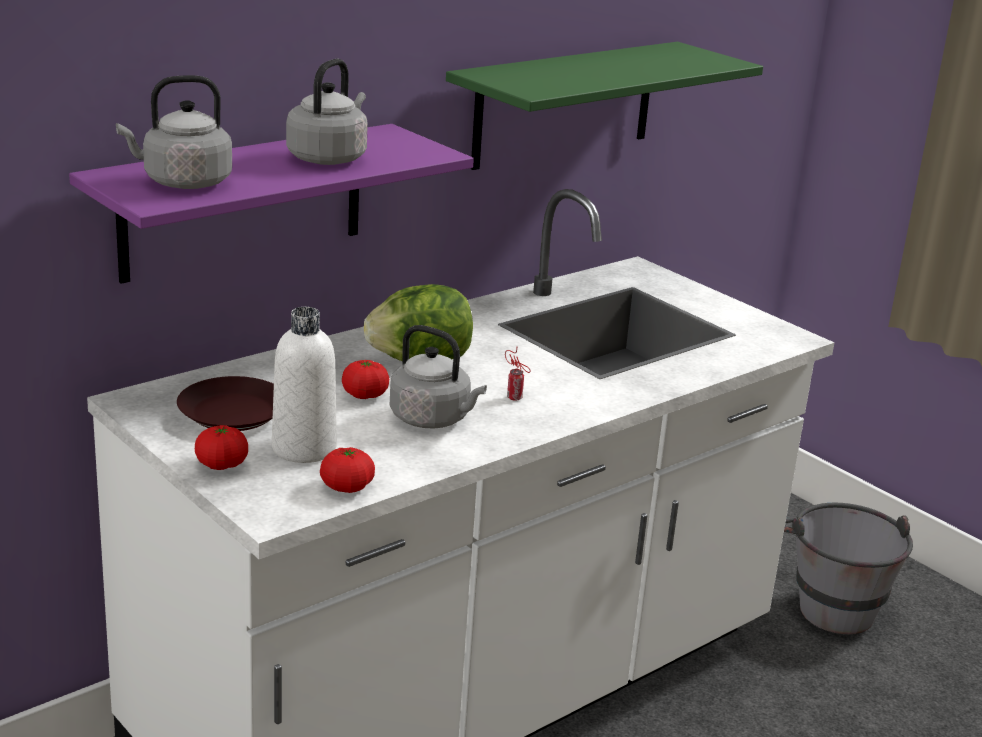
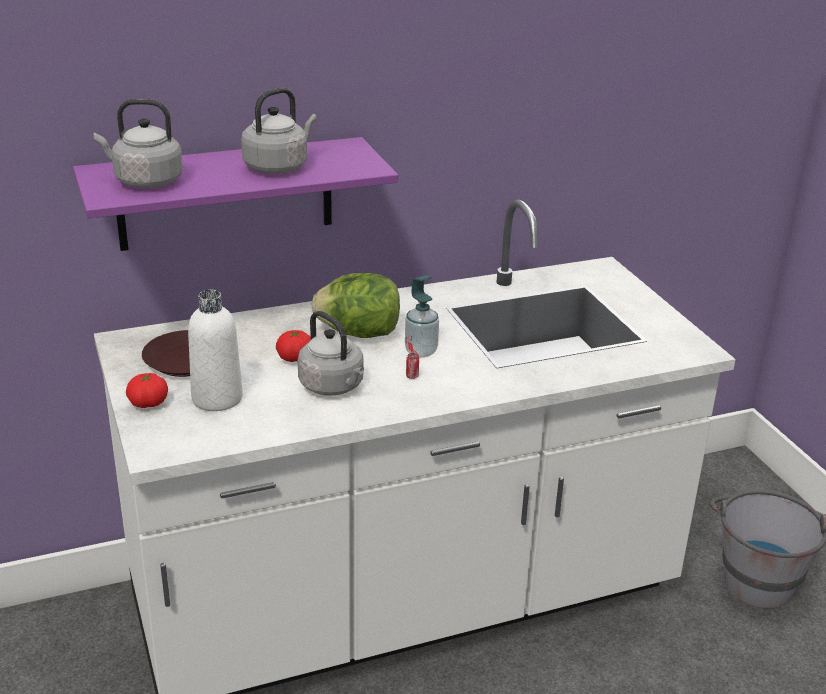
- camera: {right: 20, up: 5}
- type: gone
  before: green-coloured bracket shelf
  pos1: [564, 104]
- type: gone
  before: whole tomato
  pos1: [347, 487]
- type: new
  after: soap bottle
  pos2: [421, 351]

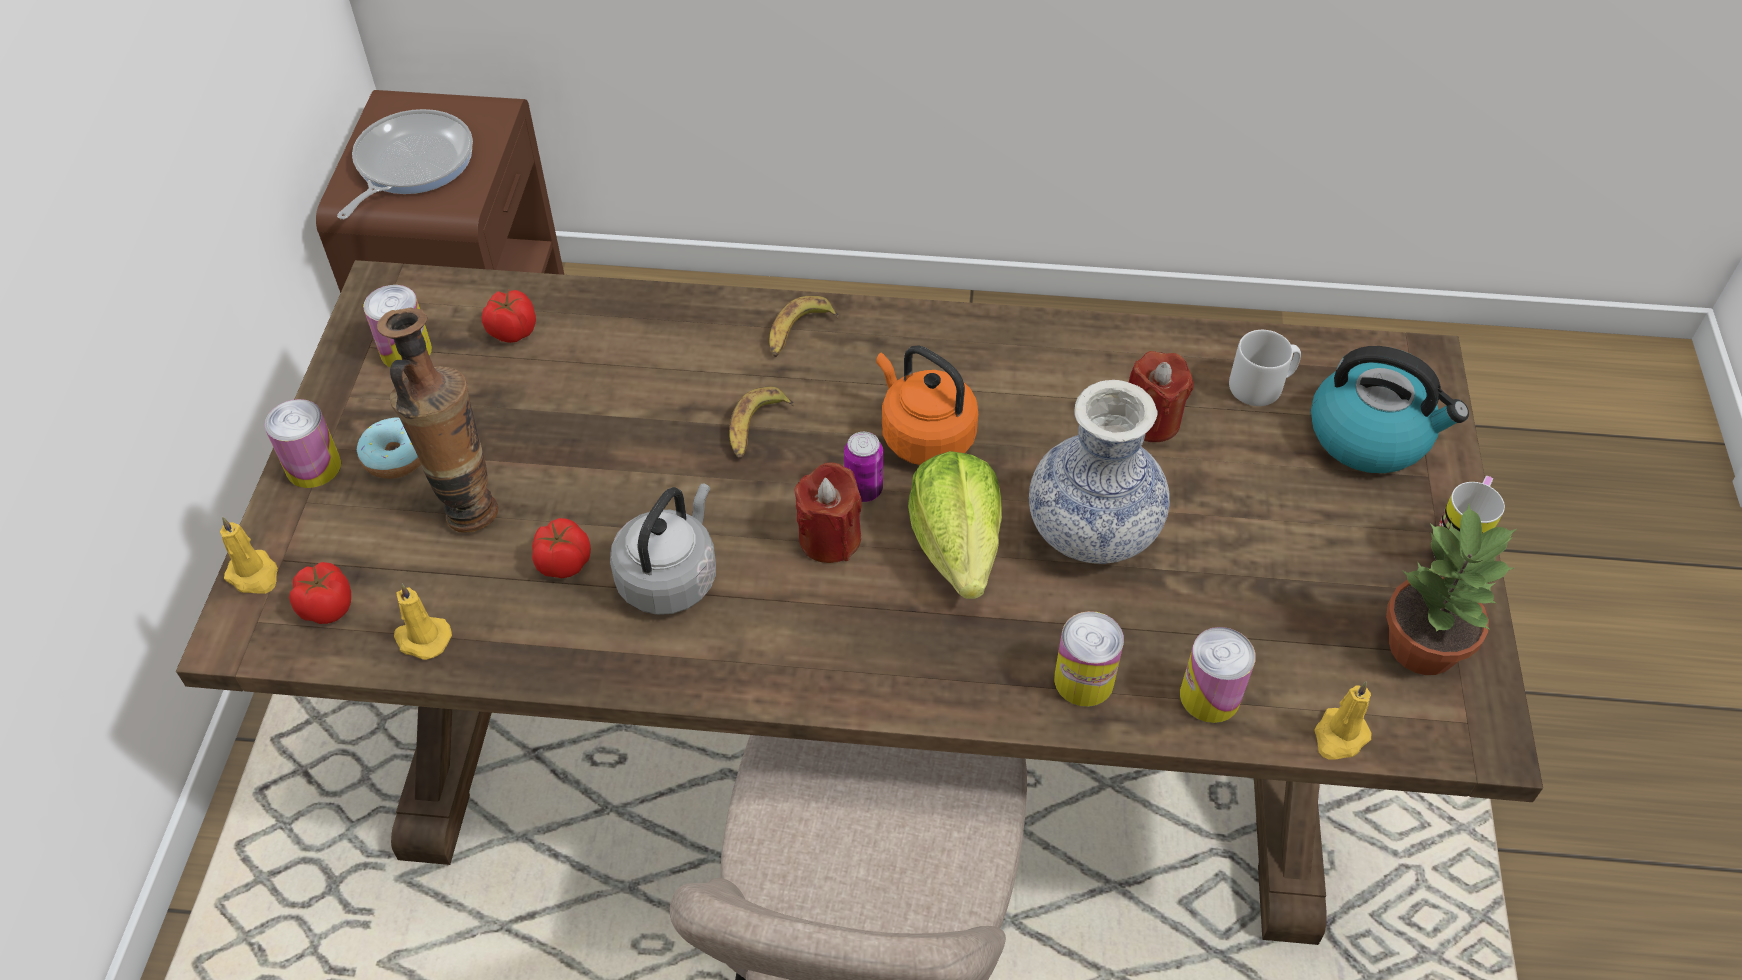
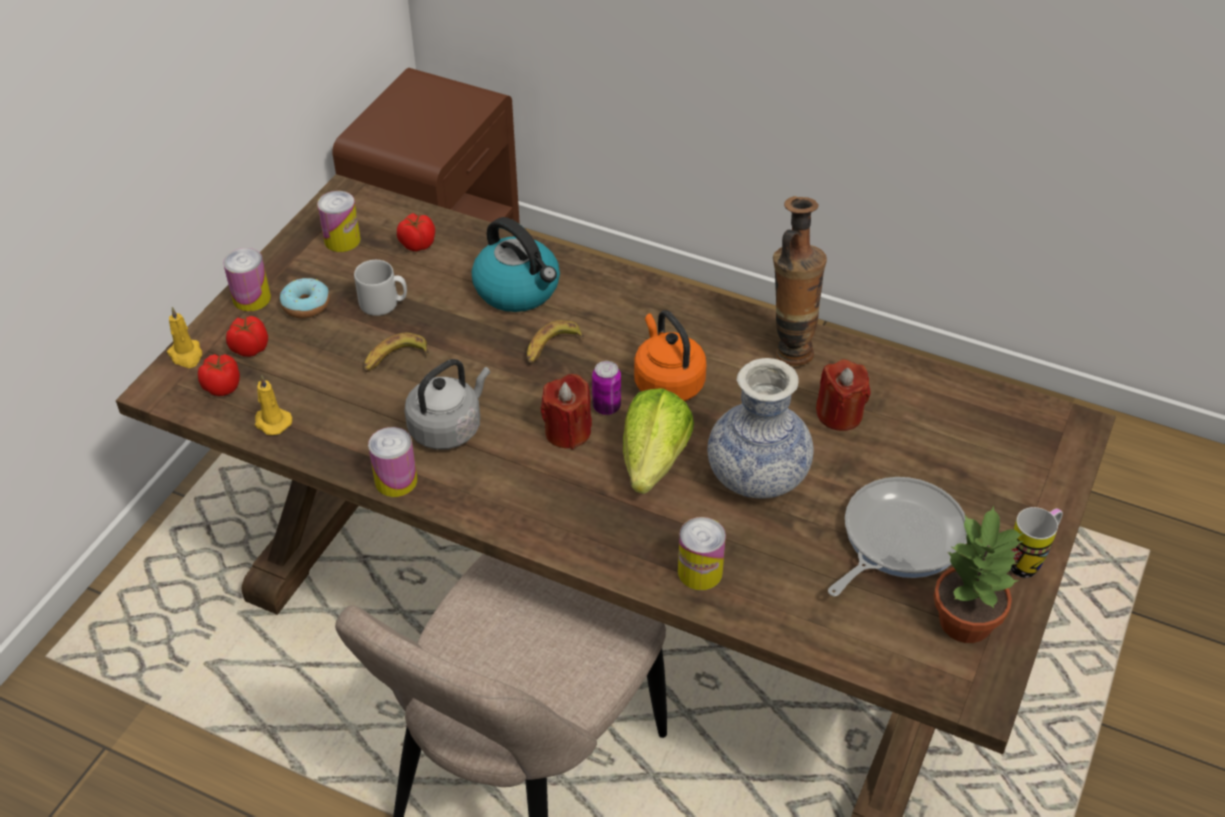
- camera: {right: 20, up: -5}
- type: shifted
  before: frying pan
  pos1: [410, 164]
  pos2: [897, 538]
- type: shifted
  before: whole banana
  pos1: [798, 332]
  pos2: [395, 359]
- type: shifted
  before: flower vase
  pos1: [466, 504]
  pos2: [791, 348]
- type: shifted
  before: greyish mug
  pos1: [1261, 386]
  pos2: [384, 303]
- type: shifted
  before: kettle
  pos1: [1370, 436]
  pos2: [518, 289]
- type: shifted
  before: whole tomato
  pos1: [563, 563]
  pos2: [249, 348]
- type: shifted
  before: metal can
  pos1: [1210, 696]
  pos2: [396, 480]
- type: gone
  before: yellow wax light
  pos1: [1339, 736]

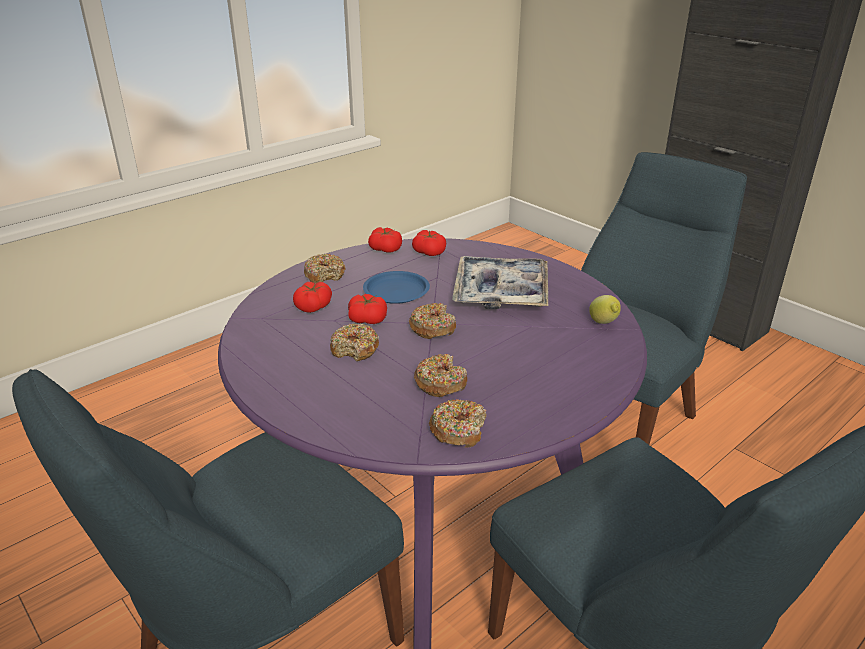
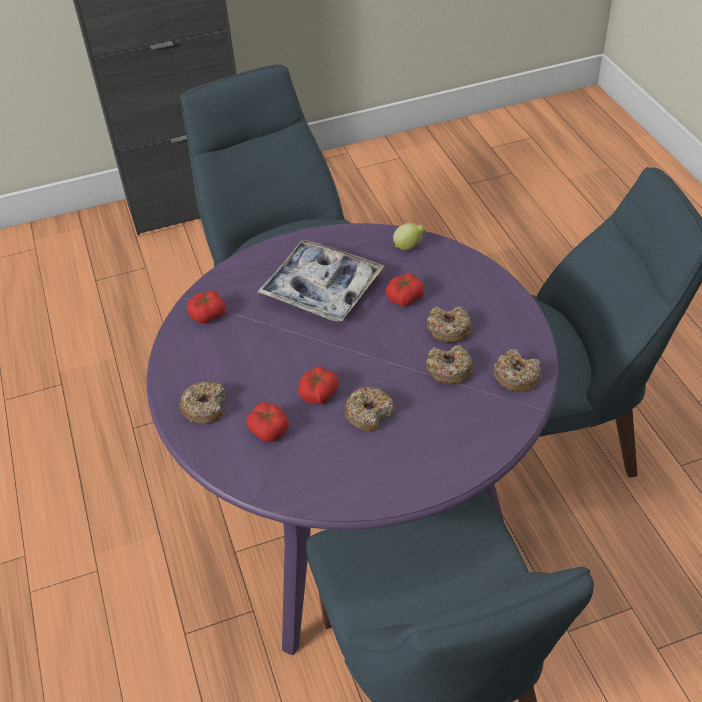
- camera: {right: -65, up: 15}
- type: shifted
  before: whole tomato
  pos1: [385, 249]
  pos2: [404, 297]
- type: gone
  before: blue flat dish
  pos1: [396, 291]
- type: shifted
  before: donut
  pos1: [432, 328]
  pos2: [448, 329]

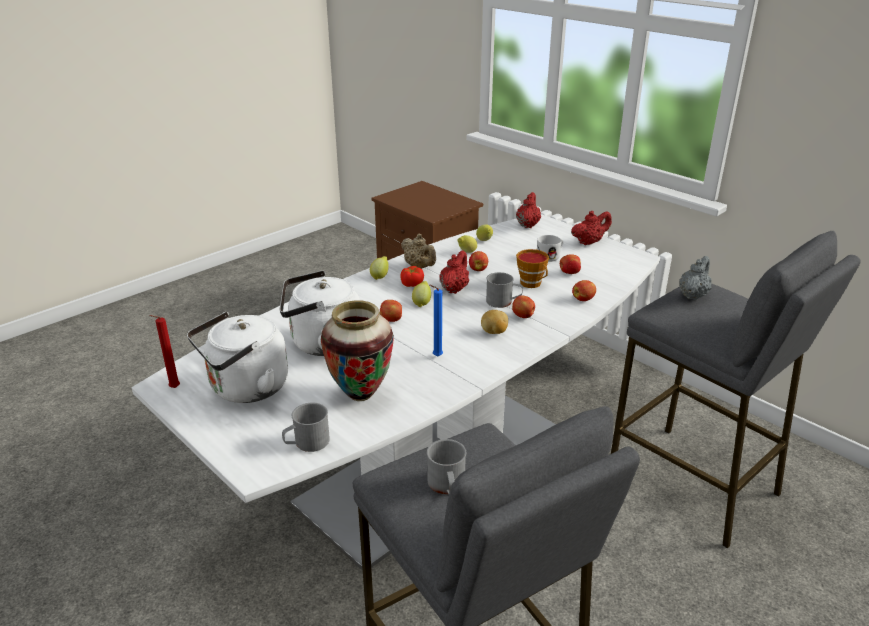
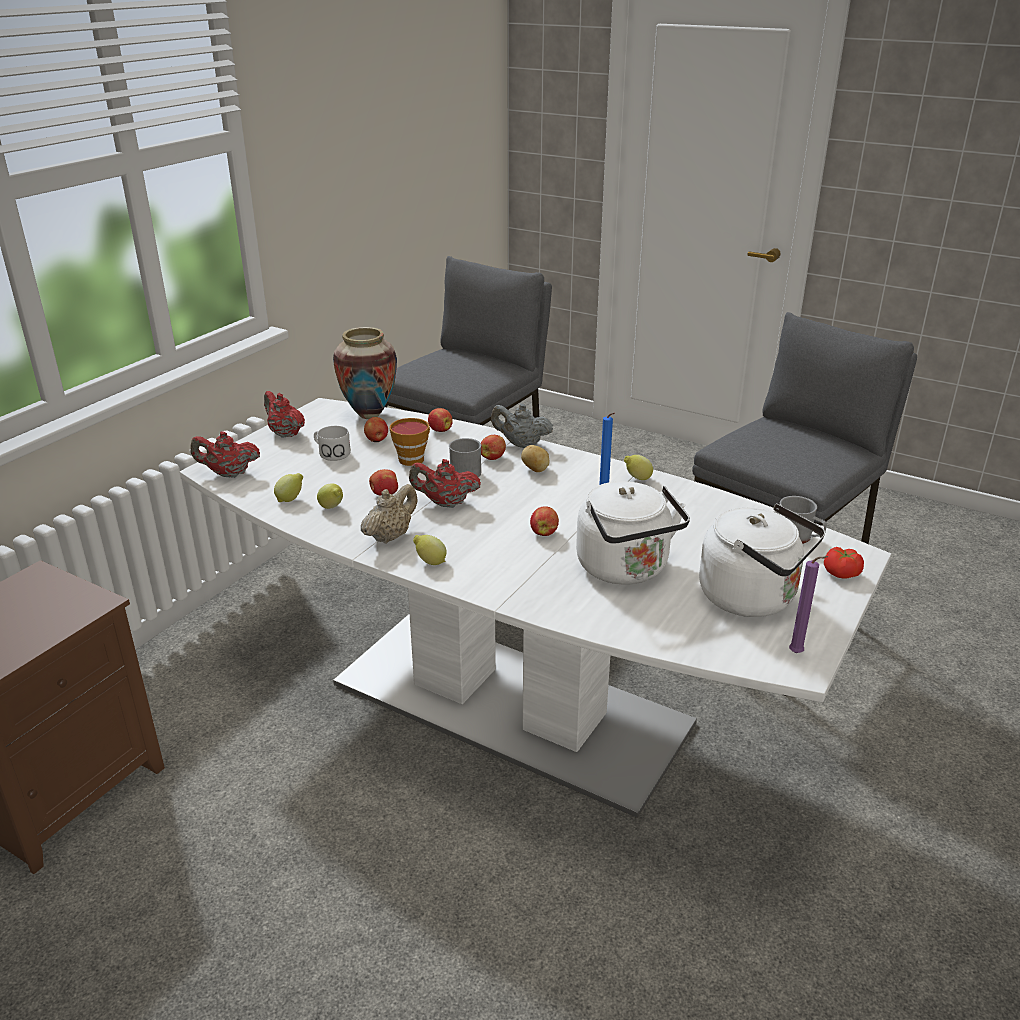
- camera: {right: -105, up: 0}
- type: shifted
  before: greyish teapot
  pos1: [693, 295]
  pos2: [521, 444]
- type: shifted
  before: whole tomato
  pos1: [411, 283]
  pos2: [841, 574]
- type: shifted
  before: citrus fruit
  pos1: [422, 303]
  pos2: [637, 478]
- type: shifted
  before: flower vase
  pos1: [360, 394]
  pos2: [369, 415]
- type: repainted
  before: red wax light
  after: purplish wax light
  pos1: [173, 388]
  pos2: [798, 654]
- type: gone
  before: greyish mug
  pos1: [447, 486]

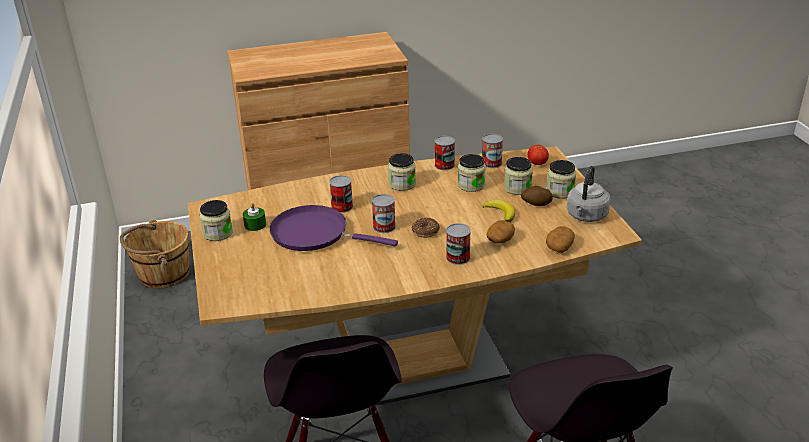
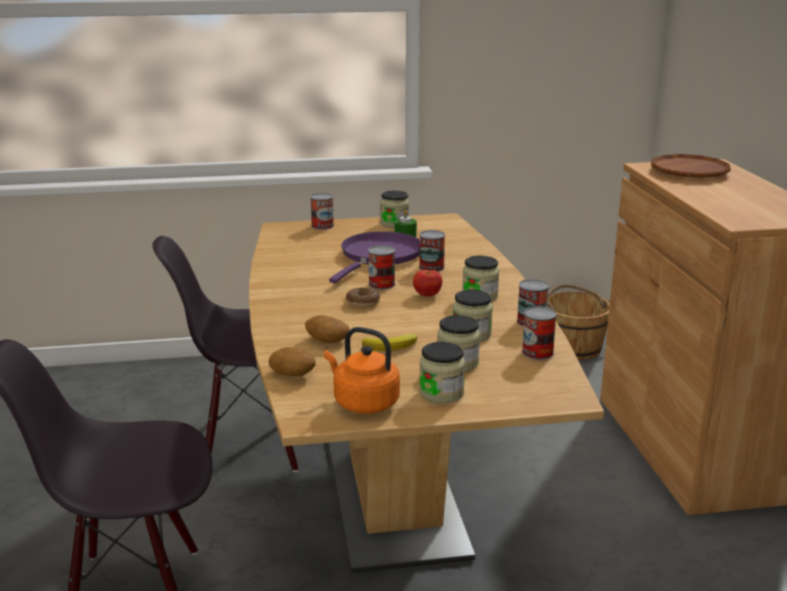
- camera: {right: 95, up: -10}
- type: shifted
  before: whole tomato
  pos1: [537, 164]
  pos2: [427, 295]
- type: repainted
  before: greyish kettle
  after: orange kettle
  pos1: [586, 216]
  pos2: [363, 403]
- type: gone
  before: potato
  pos1: [536, 204]
- type: shifted
  before: metal can
  pos1: [458, 257]
  pos2: [322, 226]
- type: new
  after: brownish flat dish
  pos2: [689, 172]

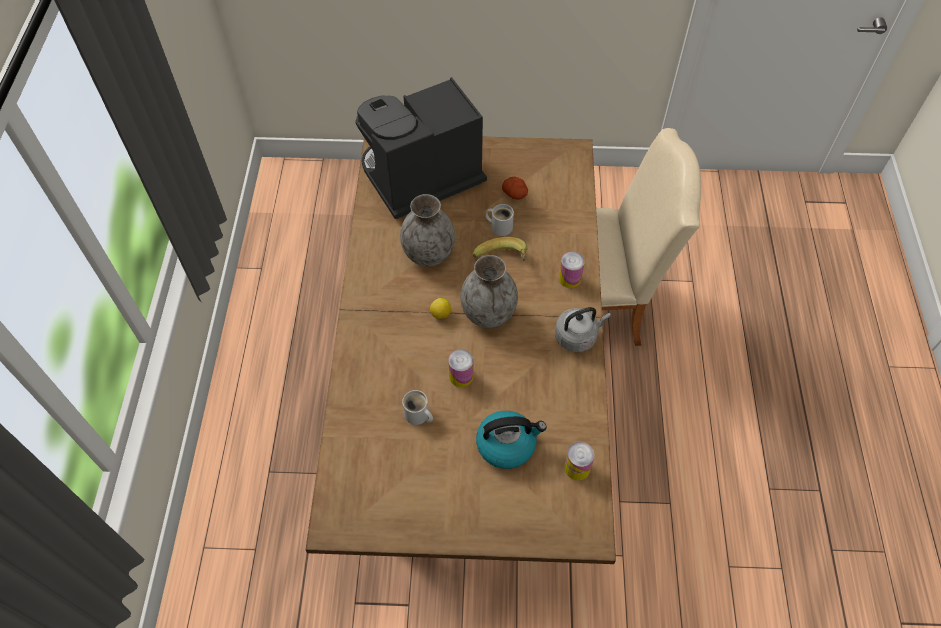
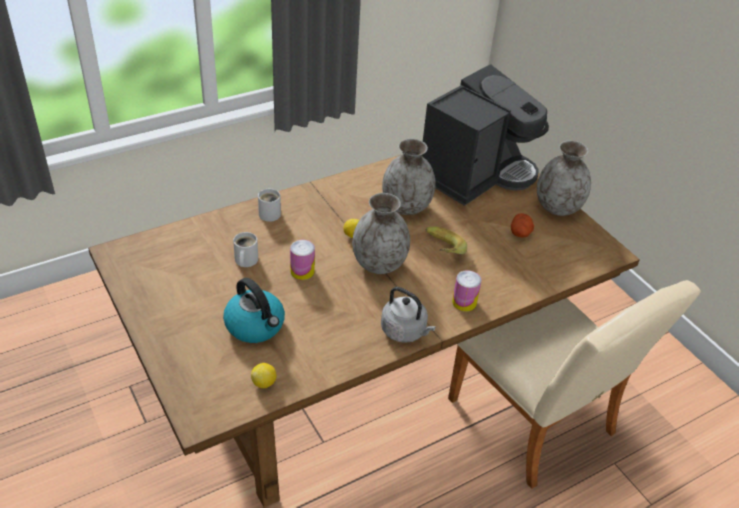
- camera: {right: 55, up: -15}
- type: rotated
  before: coffee maker
  pos1: [420, 179]
  pos2: [475, 173]
  turn: 105
- type: shifted
  before: white mug
  pos1: [500, 226]
  pos2: [270, 213]
- type: swapped
  before: metal can
  after: citrus fruit
  pos1: [577, 468]
  pos2: [264, 383]
- type: new
  after: greyish flower vase
  pos2: [557, 207]

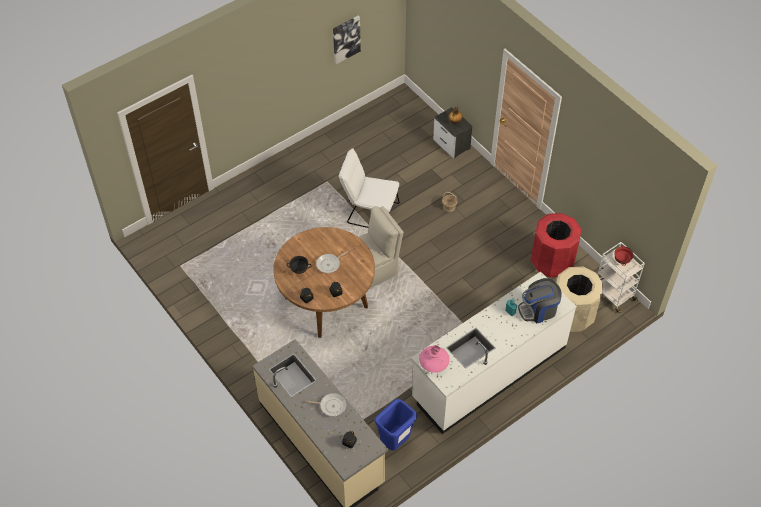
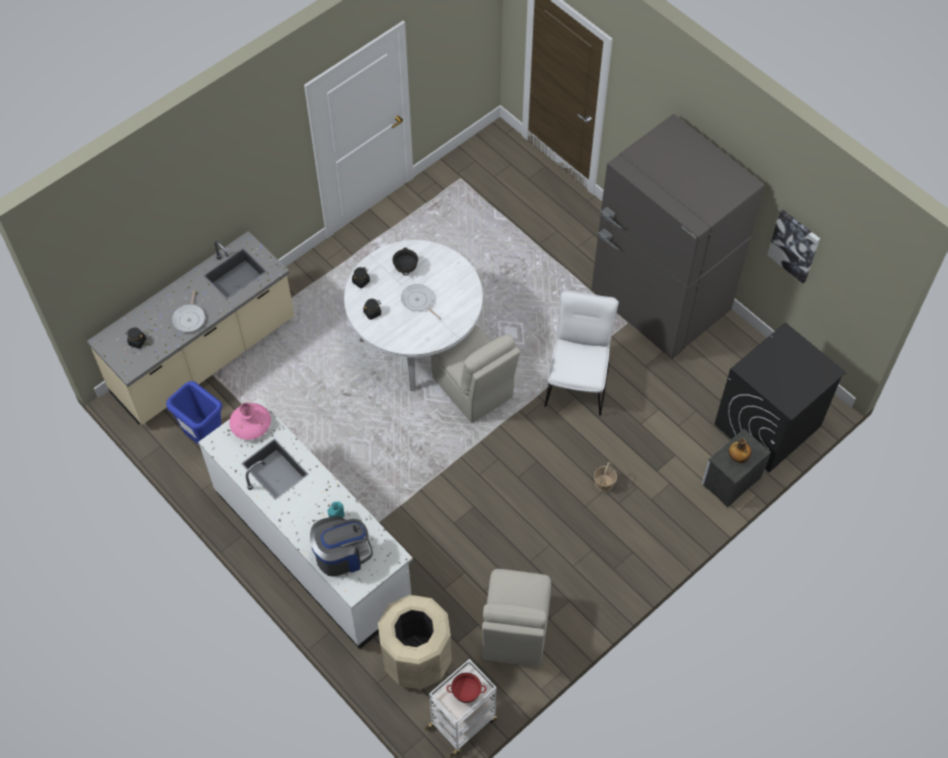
- camera: {right: 85, up: 5}
- type: swapped
  before: red waste bin
  after: sand-coloured chair
  pos1: [552, 262]
  pos2: [515, 631]
- type: repainted
  before: brownish dinner table
  after: white dinner table
  pos1: [326, 302]
  pos2: [416, 342]
- type: rotated
  before: coffee maker
  pos1: [538, 310]
  pos2: [342, 555]
  turn: 90
- type: new
  after: greyish fridge
  pos2: [659, 304]
- type: new
  after: black-coloured washing machine
  pos2: [767, 426]

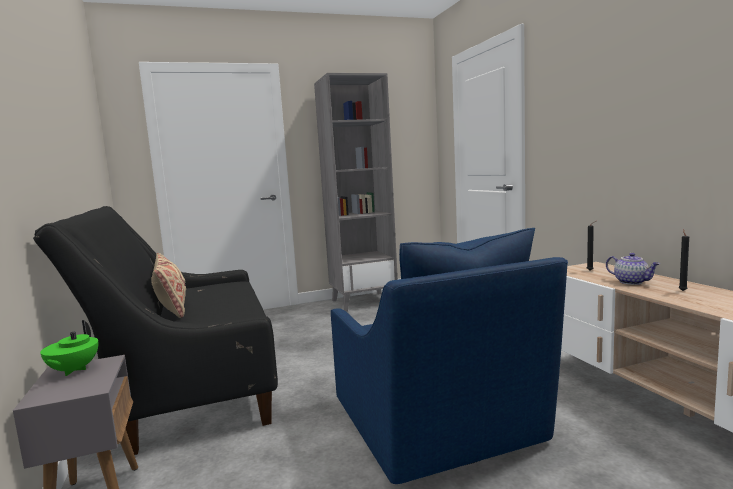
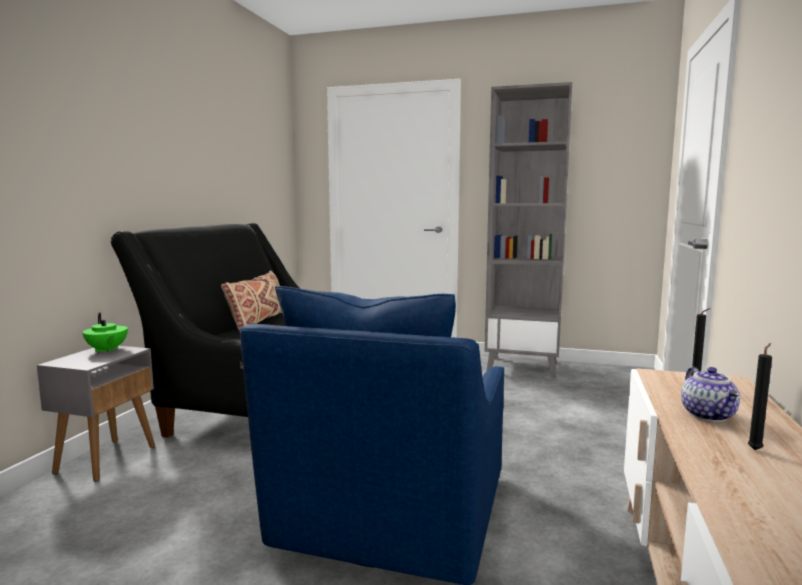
- camera: {right: 35, up: 0}
- type: rotated
  before: green-coloured teapot
  pos1: [73, 370]
  pos2: [106, 350]
  turn: -75

